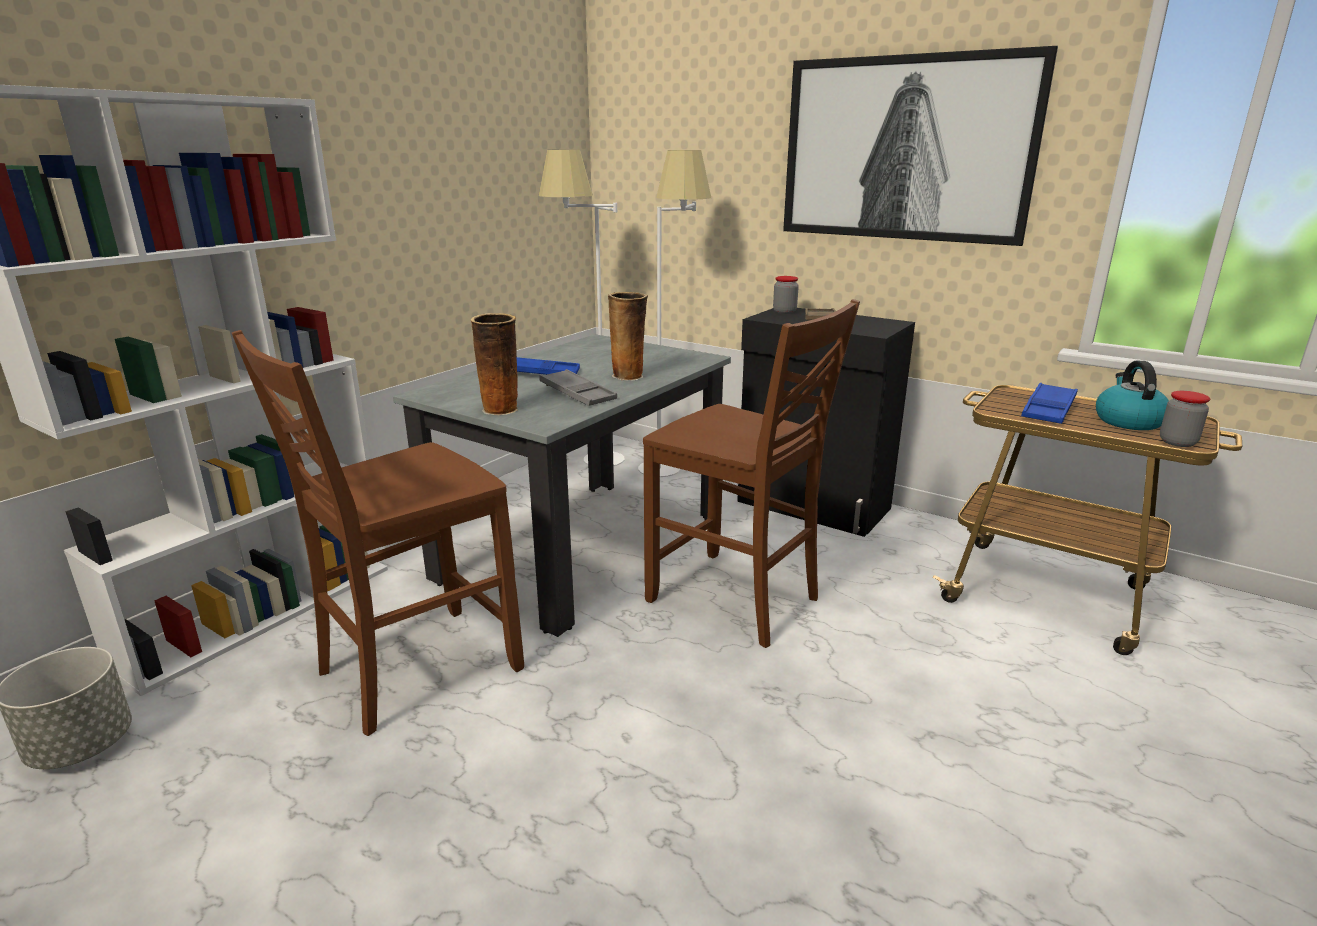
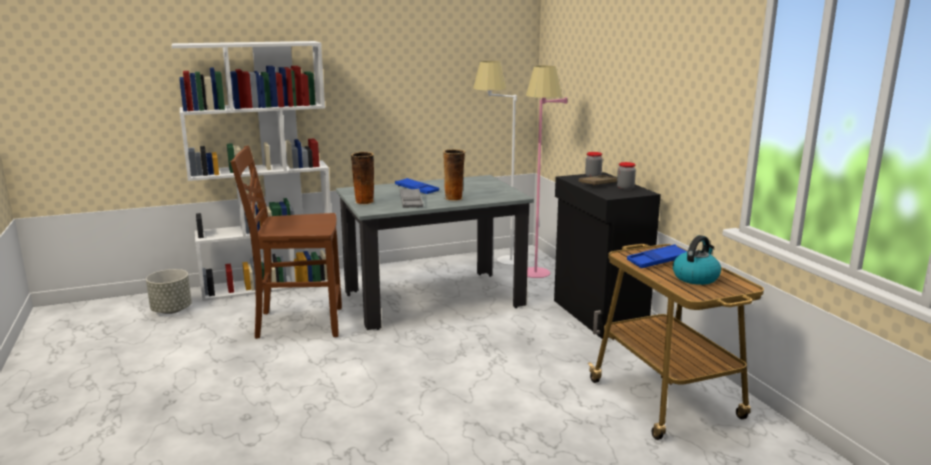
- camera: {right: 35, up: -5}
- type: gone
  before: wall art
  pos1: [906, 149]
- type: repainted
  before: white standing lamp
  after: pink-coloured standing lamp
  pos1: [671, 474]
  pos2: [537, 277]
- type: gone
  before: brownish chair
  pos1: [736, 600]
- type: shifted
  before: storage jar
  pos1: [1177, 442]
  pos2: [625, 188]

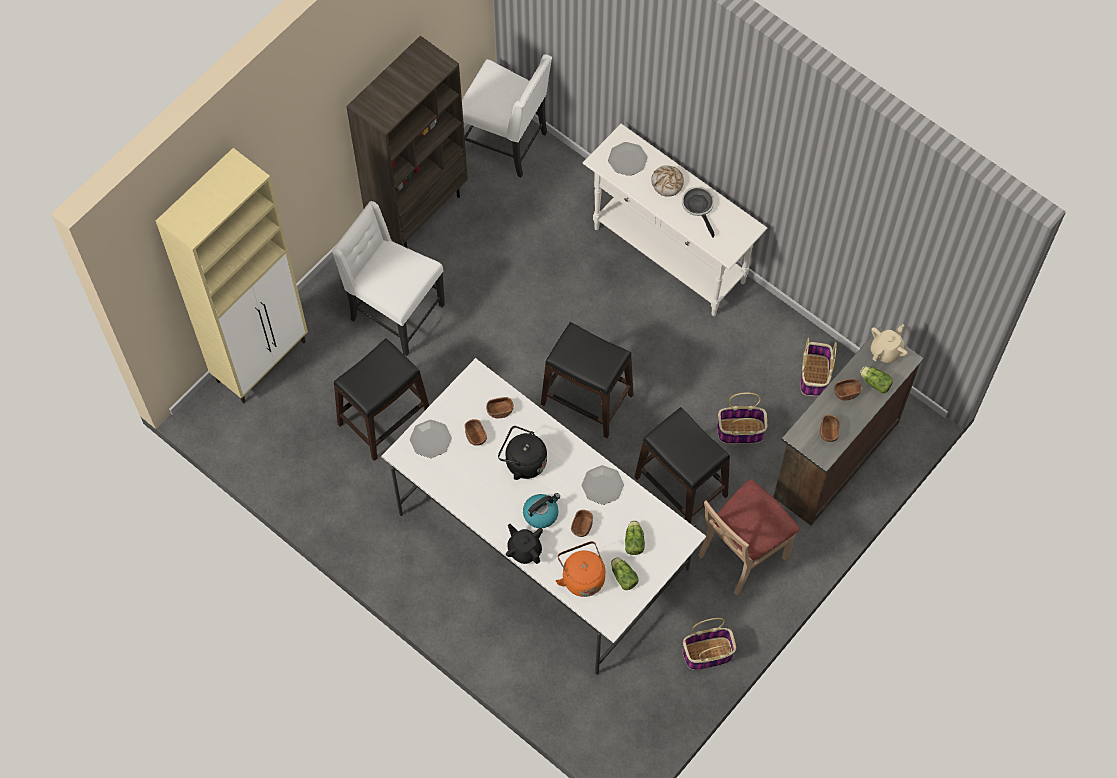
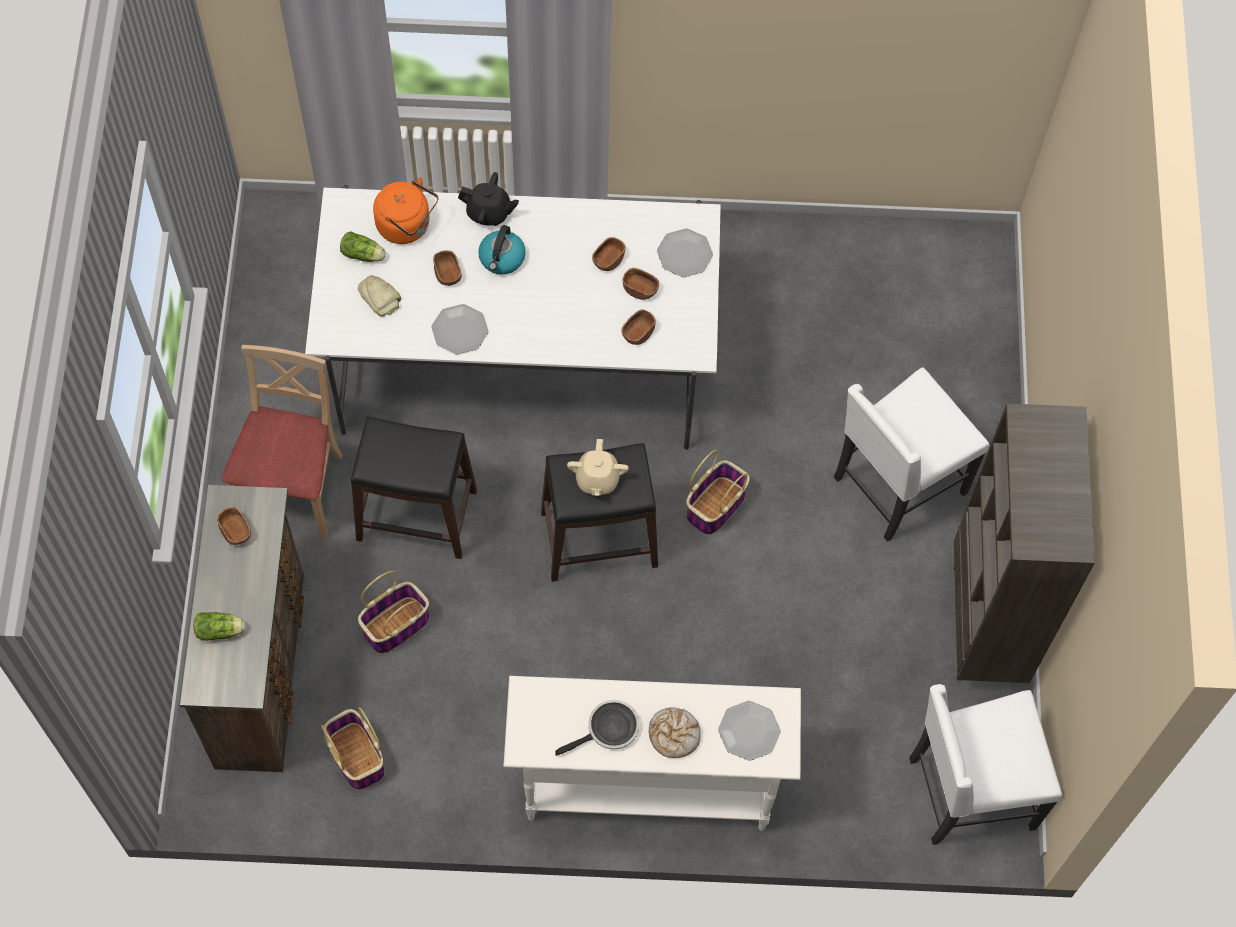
- camera: {right: 140, up: 0}
- type: gone
  before: sand-coloured storage cabinet
  pos1: [262, 360]
- type: rotated
  before: frying pan
  pos1: [699, 207]
  pos2: [609, 730]
  turn: -60
- type: rotated
  before: white chair
  pos1: [394, 313]
  pos2: [896, 485]
  turn: 150
- type: shifted
  before: sand-coloured teapot
  pos1: [886, 351]
  pos2: [597, 479]
- type: gone
  before: black-coloured stool seat
  pos1: [383, 418]
- type: shifted
  before: brownish serving bowl
  pos1: [846, 392]
  pos2: [608, 260]
- type: gone
  before: black-coloured kettle
  pos1: [523, 462]
- type: swapped
  before: head of lettuce
  after: baked bread
  pos1: [634, 540]
  pos2: [380, 297]
- type: shifted
  before: storage basket
  pos1: [707, 654]
  pos2: [716, 505]

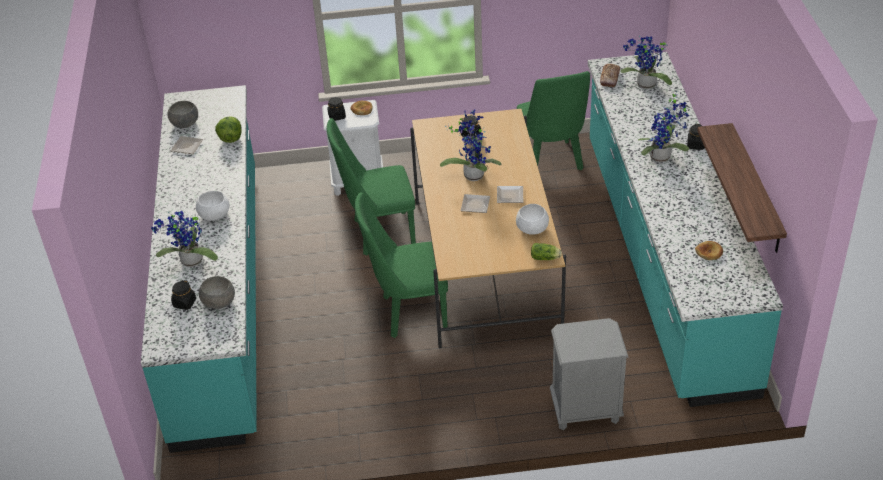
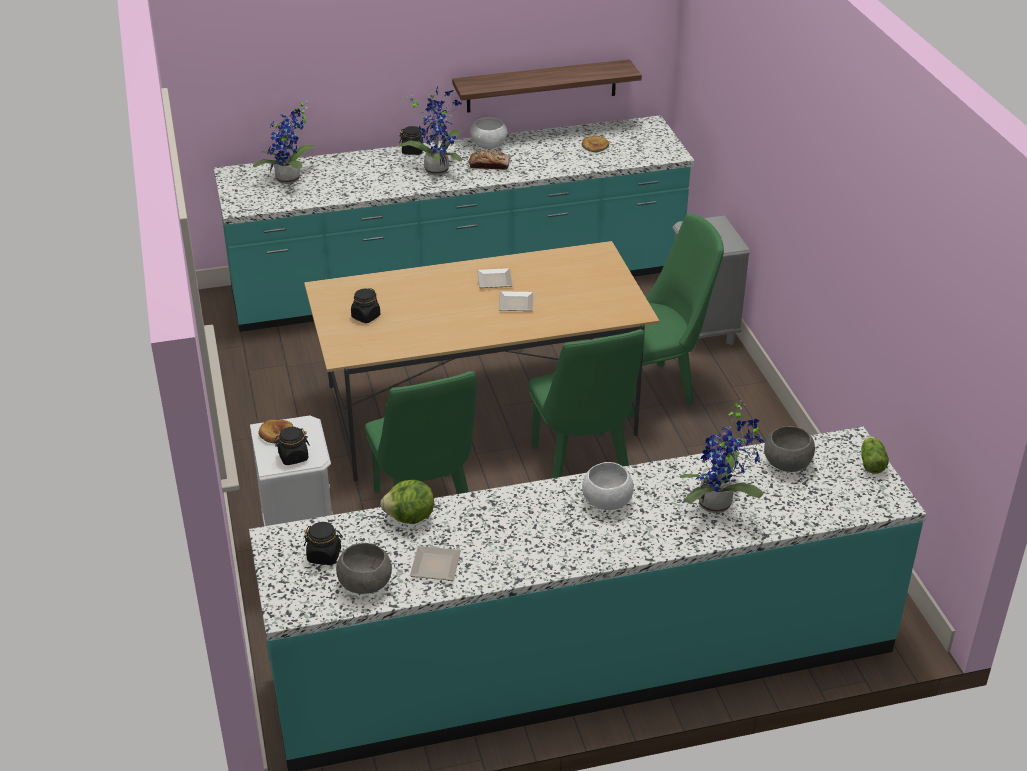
- camera: {right: -100, up: -5}
- type: shifted
  before: baked bread
  pos1: [610, 78]
  pos2: [489, 165]
- type: shifted
  before: green-coloured chair
  pos1: [552, 163]
  pos2: [654, 388]
- type: gone
  before: potted plant
  pos1: [473, 174]
- type: shifted
  before: white serving bowl
  pos1: [531, 228]
  pos2: [489, 145]
- type: shifted
  before: head of lettuce
  pos1: [546, 258]
  pos2: [871, 462]
- type: shifted
  before: black-coloured storage jar
  pos1: [184, 303]
  pos2: [324, 555]

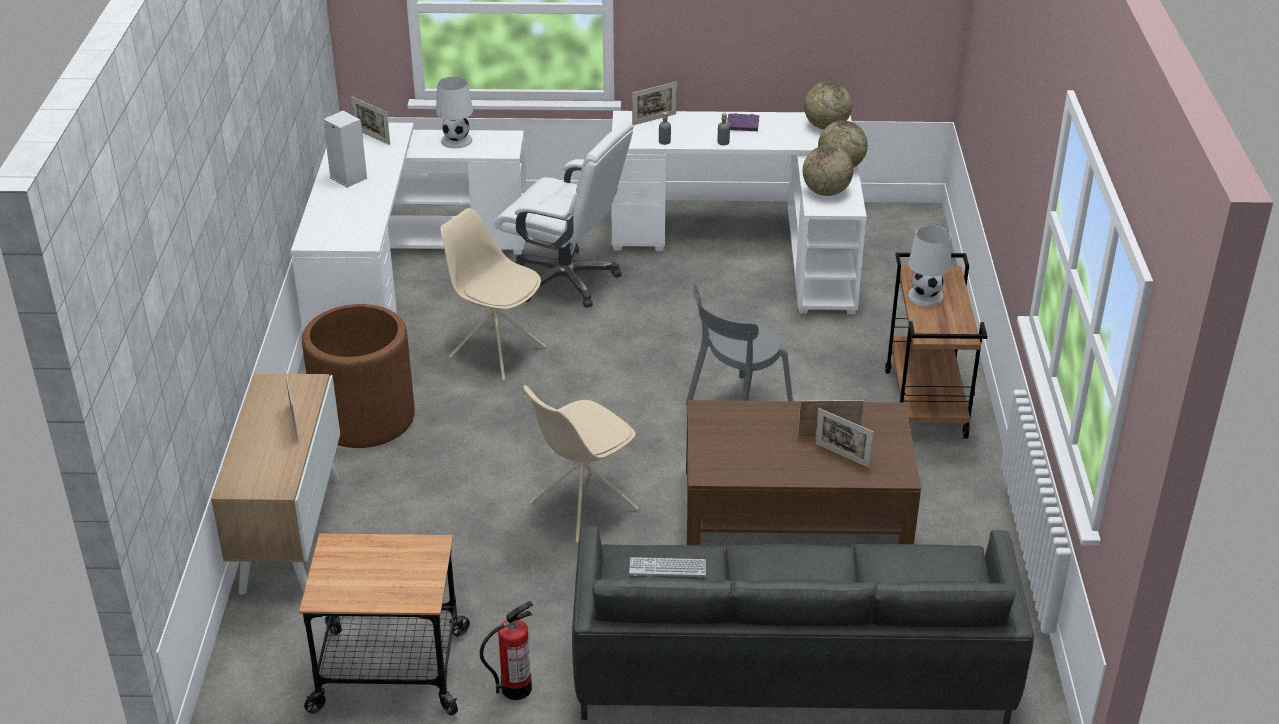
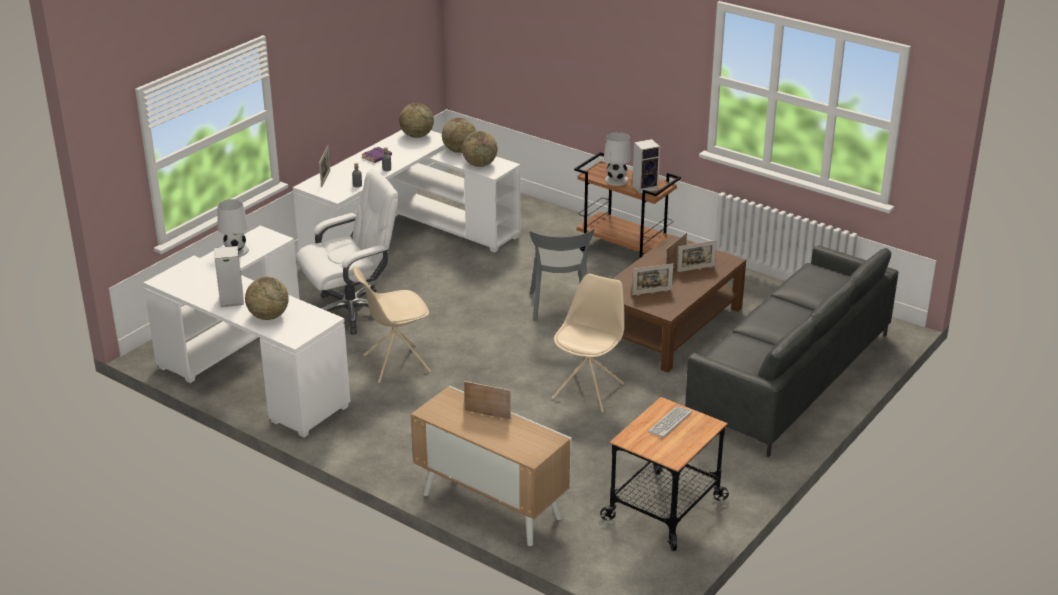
- camera: {right: -55, up: -5}
- type: shifted
  before: standing frame
  pos1: [372, 137]
  pos2: [652, 292]
- type: gone
  before: brownish planter
  pos1: [364, 418]
- type: rotated
  before: sand-coloured chair
  pos1: [581, 507]
  pos2: [589, 391]
  turn: -150
- type: shifted
  before: keyboard
  pos1: [667, 568]
  pos2: [669, 422]
- type: gone
  before: extinguisher
  pos1: [516, 688]
- type: new
  after: audio speaker
  pos2: [645, 187]
- type: new
  after: world globe
  pos2: [268, 316]

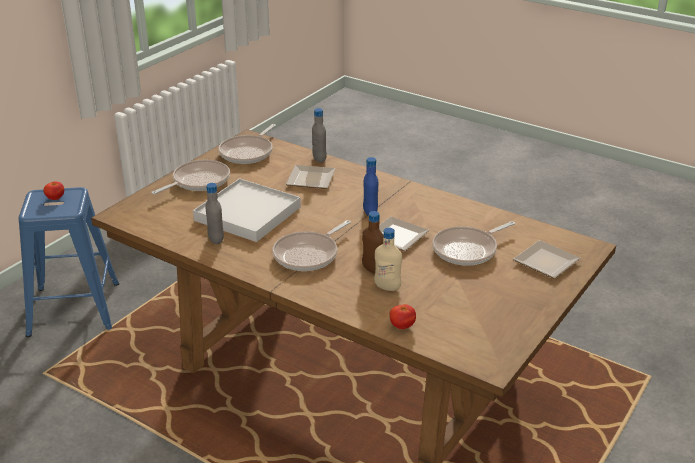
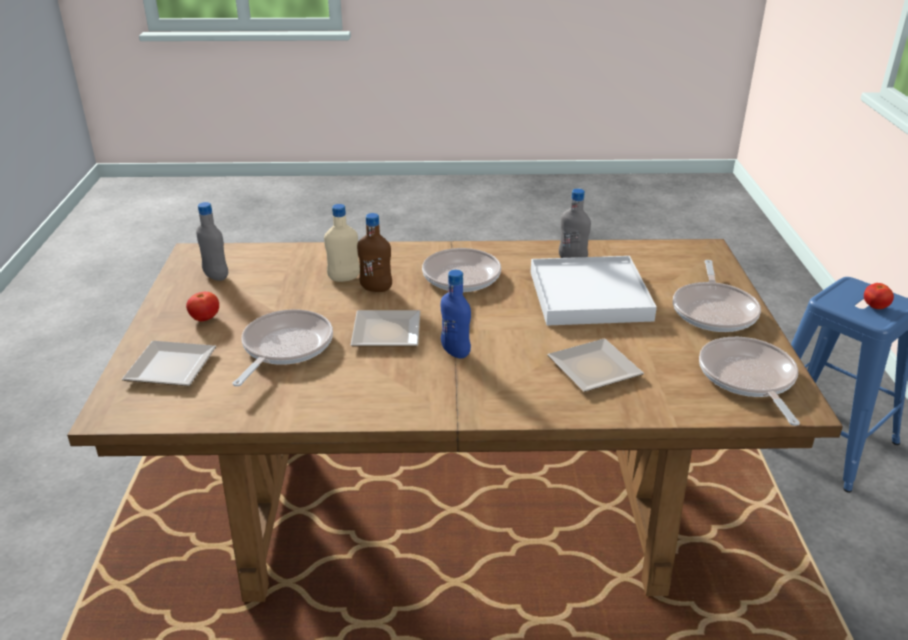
- camera: {right: 145, up: 0}
- type: shifted
  before: greyish bottle
  pos1: [319, 159]
  pos2: [216, 276]
- type: shifted
  before: whole tomato
  pos1: [402, 326]
  pos2: [205, 318]

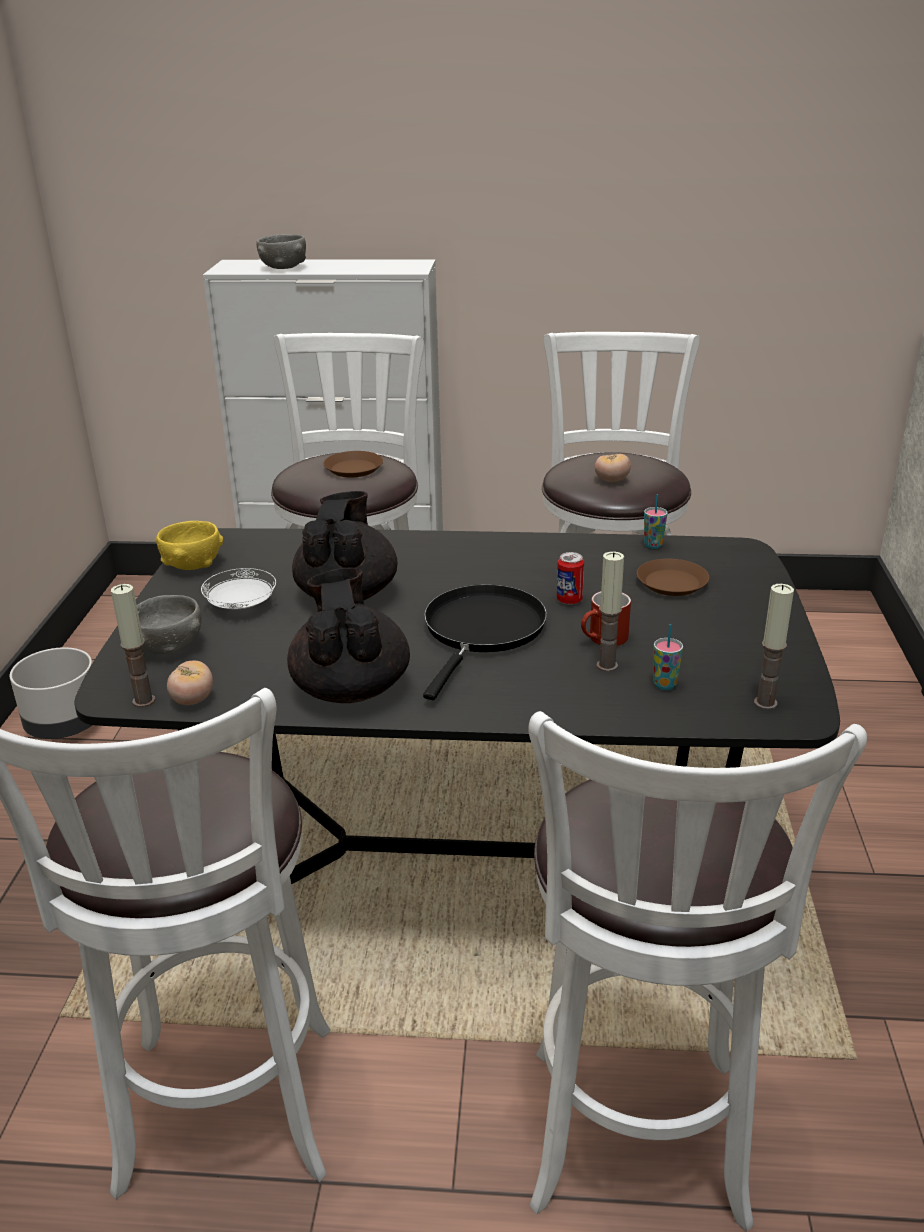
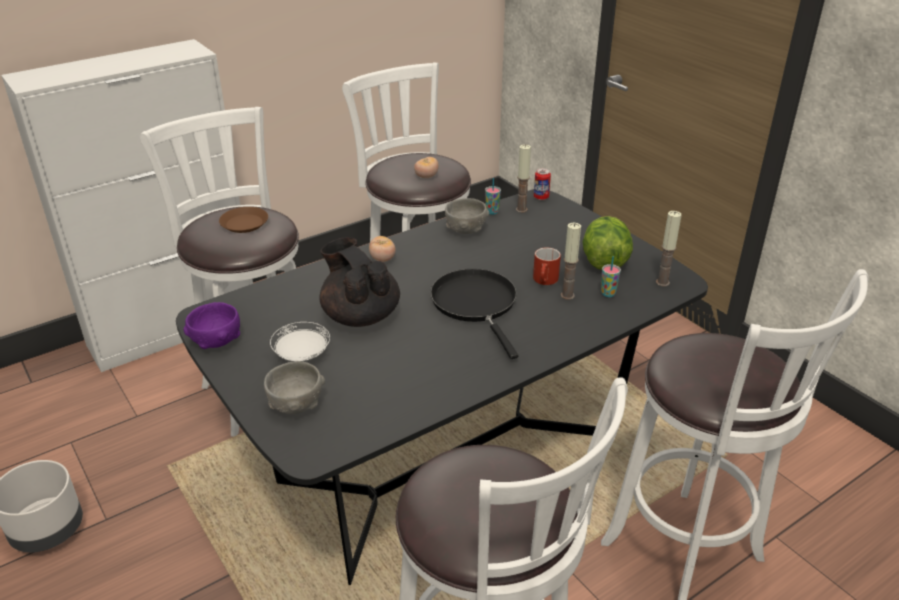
- camera: {right: -40, up: 5}
- type: shifted
  before: greyish serving bowl
  pos1: [283, 268]
  pos2: [465, 230]
- type: repainted
  before: yellow serving bowl
  after: purplish serving bowl
  pos1: [192, 565]
  pos2: [216, 341]
- type: shifted
  before: metal can
  pos1: [569, 600]
  pos2: [541, 197]
- type: gone
  before: brownish flat dish
  pos1: [671, 583]
- type: gone
  before: black-coloured teapot
  pos1: [350, 688]
- type: shifted
  before: wax light
  pos1: [143, 701]
  pos2: [521, 209]
- type: shifted
  before: whole tomato
  pos1: [192, 700]
  pos2: [382, 259]
- type: new
  after: head of lettuce
  pos2: [604, 262]

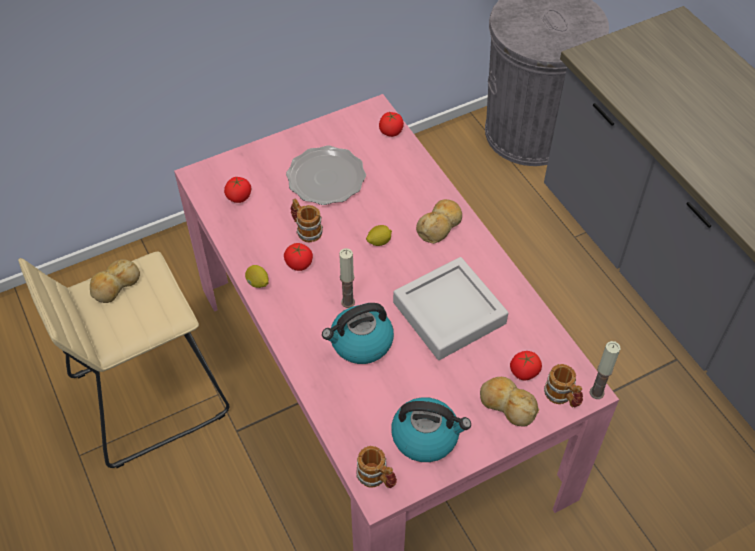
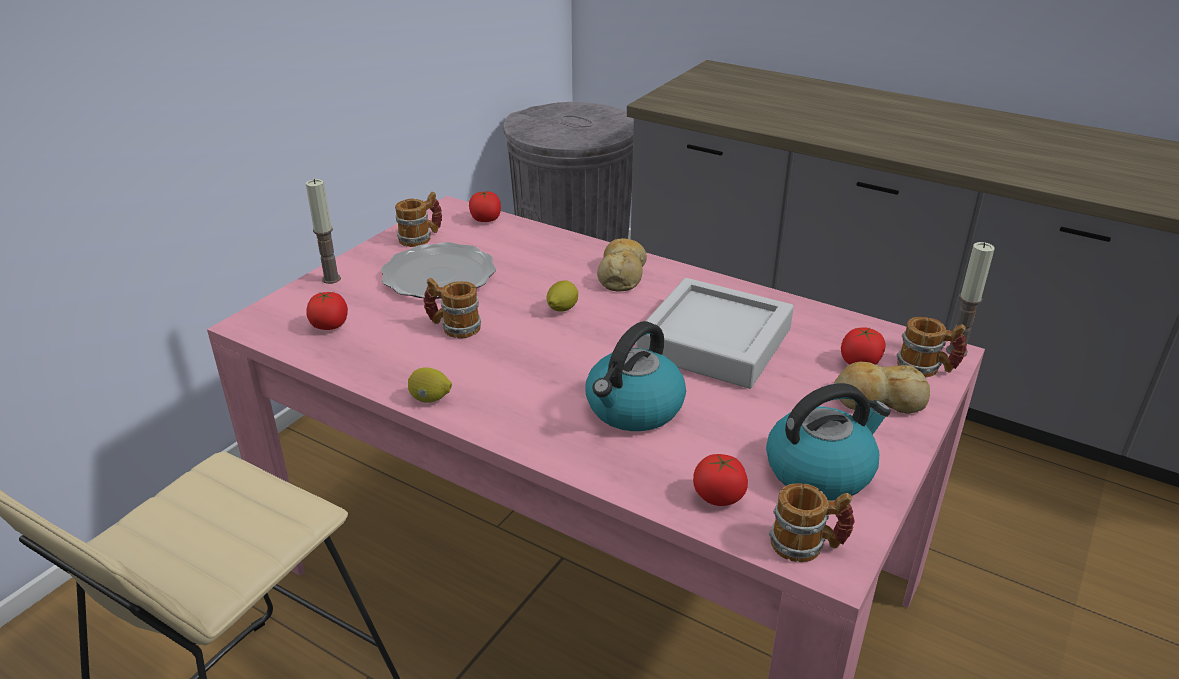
- camera: {right: -30, up: -20}
- type: shifted
  before: whole tomato
  pos1: [299, 264]
  pos2: [718, 496]
- type: shifted
  before: wax light
  pos1: [348, 302]
  pos2: [331, 279]
- type: gone
  before: baked bread
  pos1: [115, 285]
- type: new
  after: mug
  pos2: [421, 238]

